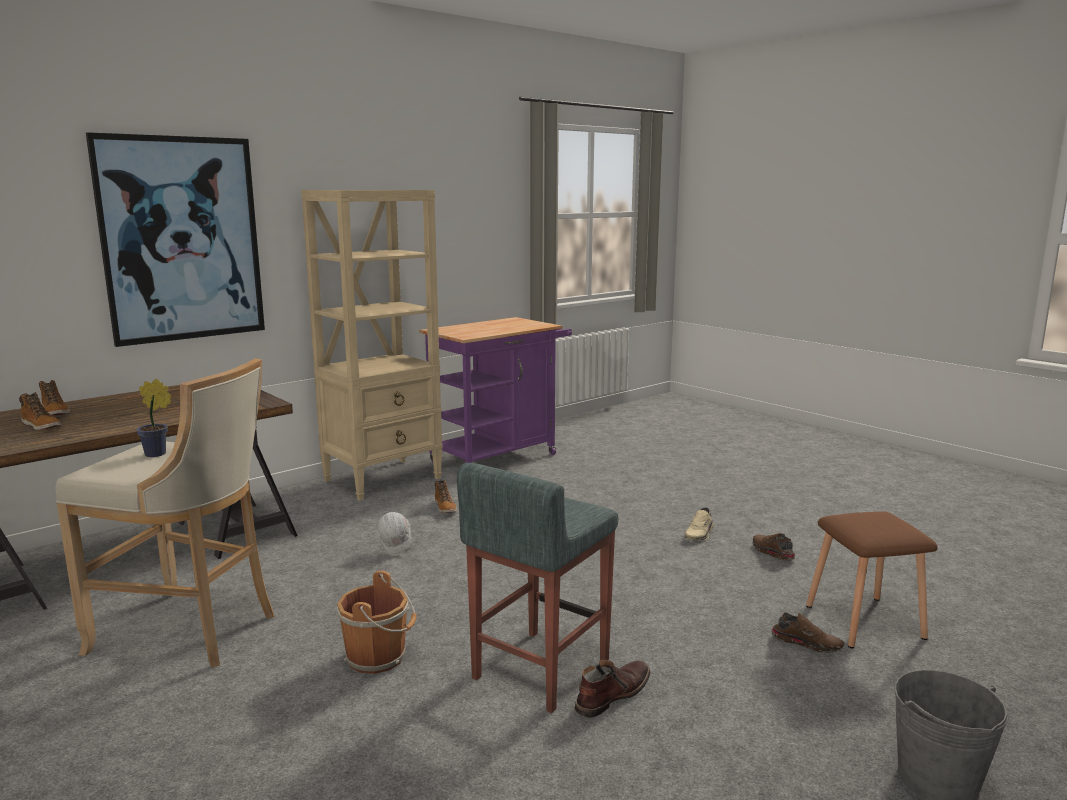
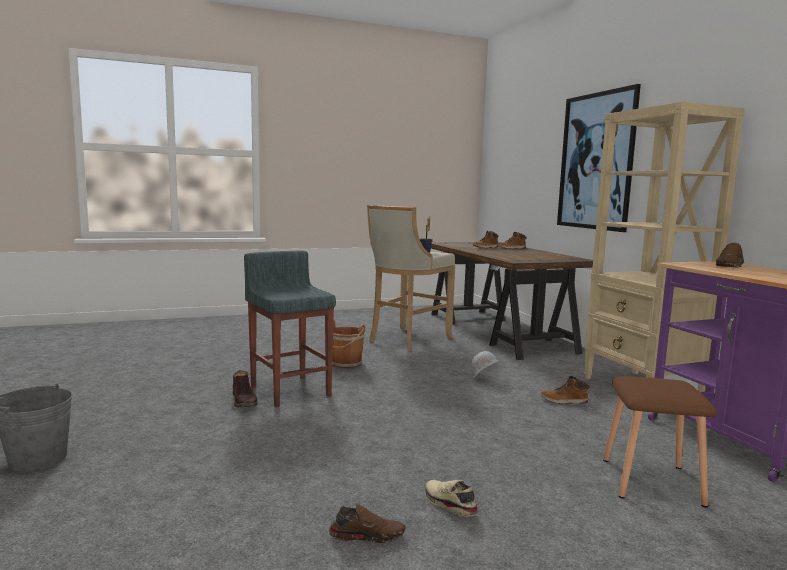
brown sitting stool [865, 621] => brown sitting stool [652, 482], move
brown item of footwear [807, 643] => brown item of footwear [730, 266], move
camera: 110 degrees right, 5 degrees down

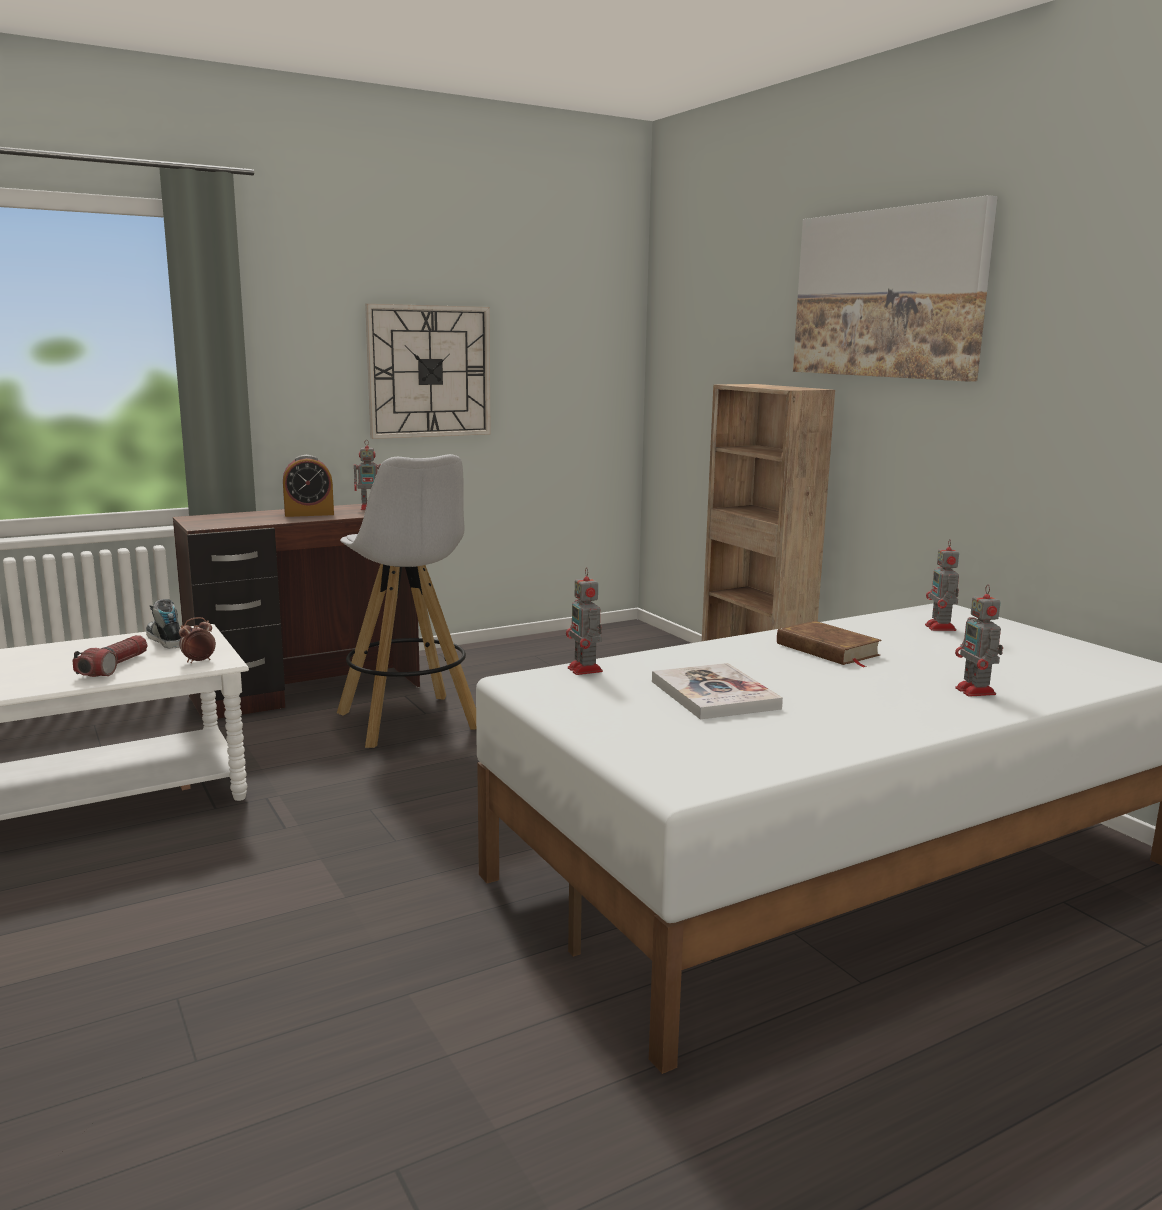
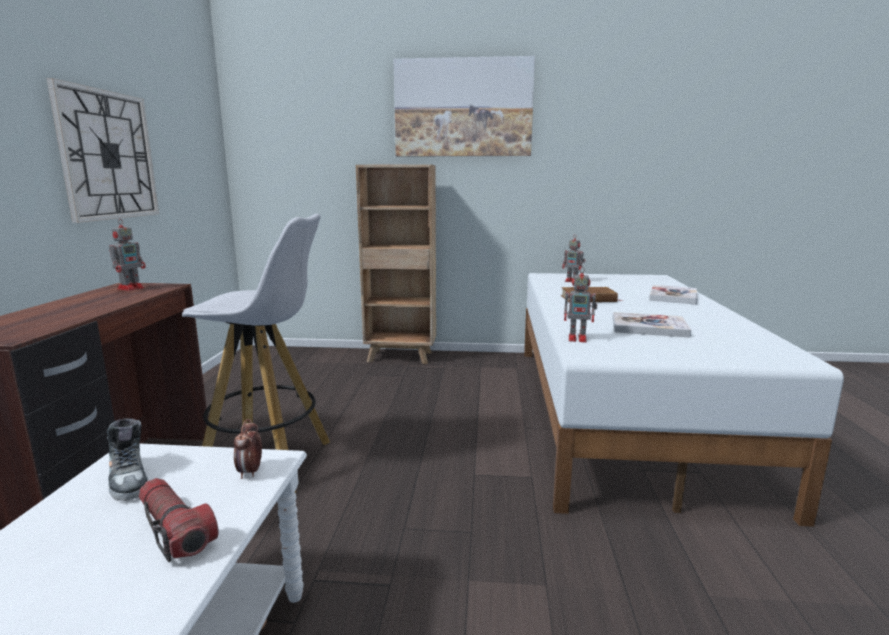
item of footwear [165, 640] => item of footwear [129, 478], 120 degrees counterclockwise
model robot [976, 692] => book [673, 296]
bedside clock [309, 514] => nothing
camera: 55 degrees left, 0 degrees up

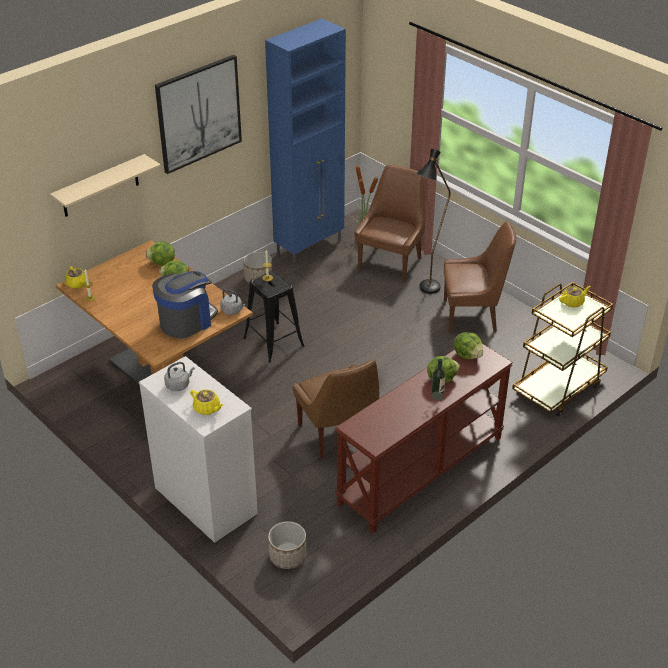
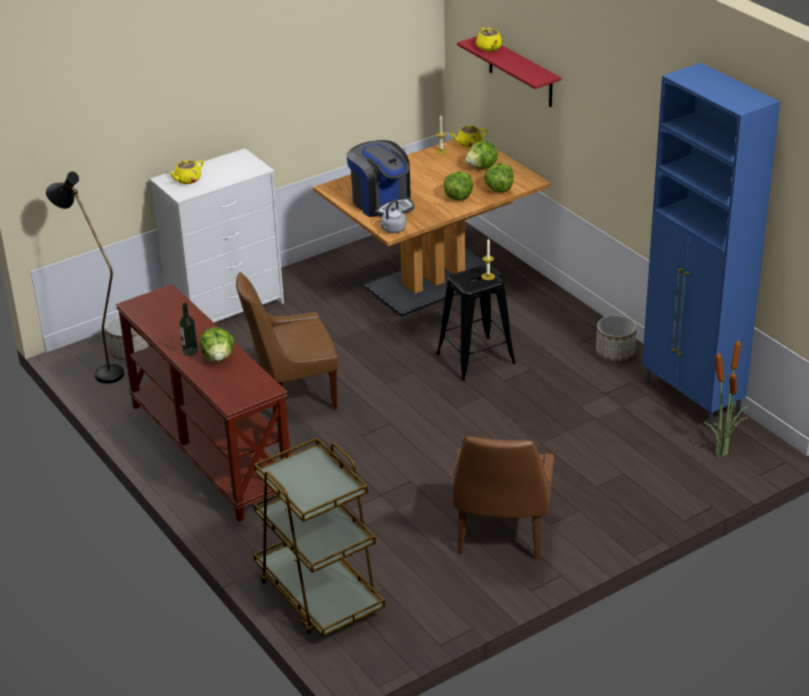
black standing lamp [426, 291] => black standing lamp [102, 371], move
sand-coloured bracket shelf [100, 186] => red-coloured bracket shelf [520, 72]
lettuce [468, 355] => lettuce [482, 167], move
yellowish pot for tea [573, 302] => yellowish pot for tea [489, 48], move
wall picture [198, 113] => nothing
greyish tea kettle [179, 385] => nothing
brown plain chair [391, 262] => nothing
camera: 100 degrees right, 5 degrees down

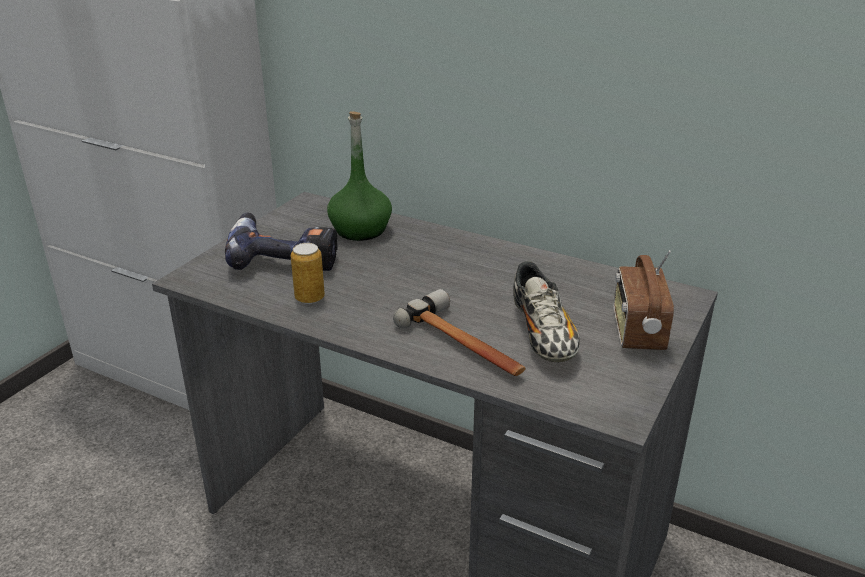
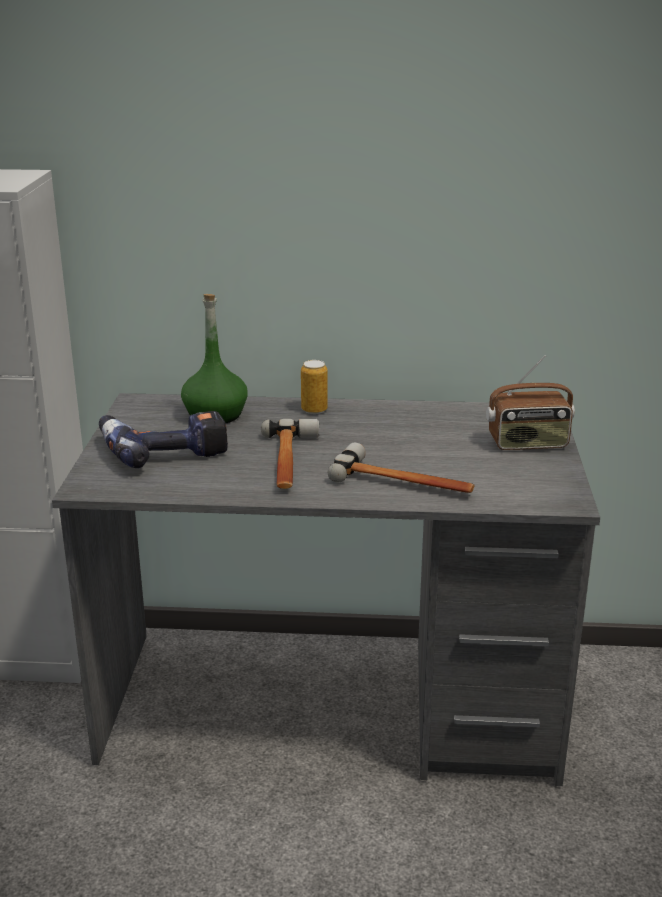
nothing => hammer [289, 462]
sealed can [309, 298] => sealed can [314, 410], move
radio set [636, 331] => radio set [528, 444], 75 degrees counterclockwise
item of footwear [543, 335] => nothing
camera: 25 degrees left, 5 degrees down

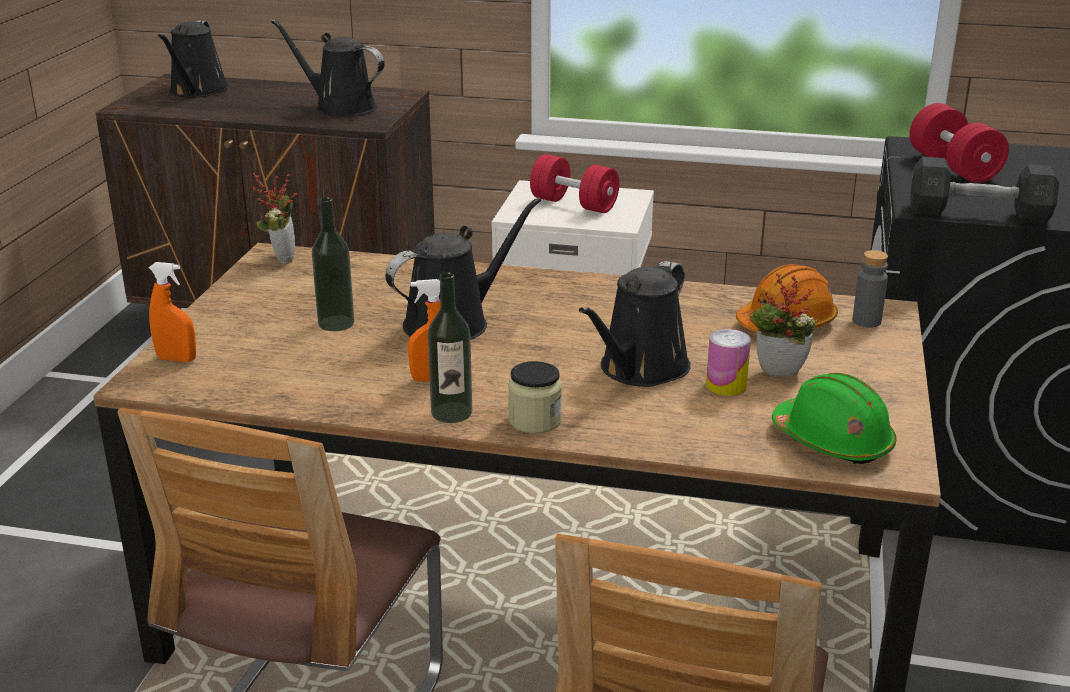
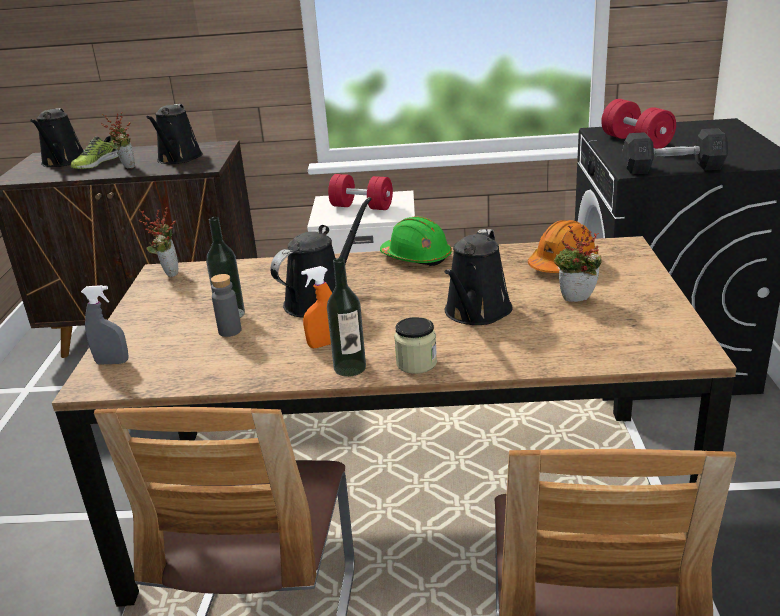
nothing => item of footwear [96, 163]
orangey spray bottle [176, 359] => greyish spray bottle [112, 362]
nothing => potted plant [126, 167]
black sprinkling can [340, 107] => black sprinkling can [178, 159], 105 degrees counterclockwise
greyish bottle [866, 321] => greyish bottle [230, 331], move
green work helmet [832, 441] => green work helmet [416, 257], move
sealed can [726, 385] => nothing
camera: 10 degrees left, 0 degrees up

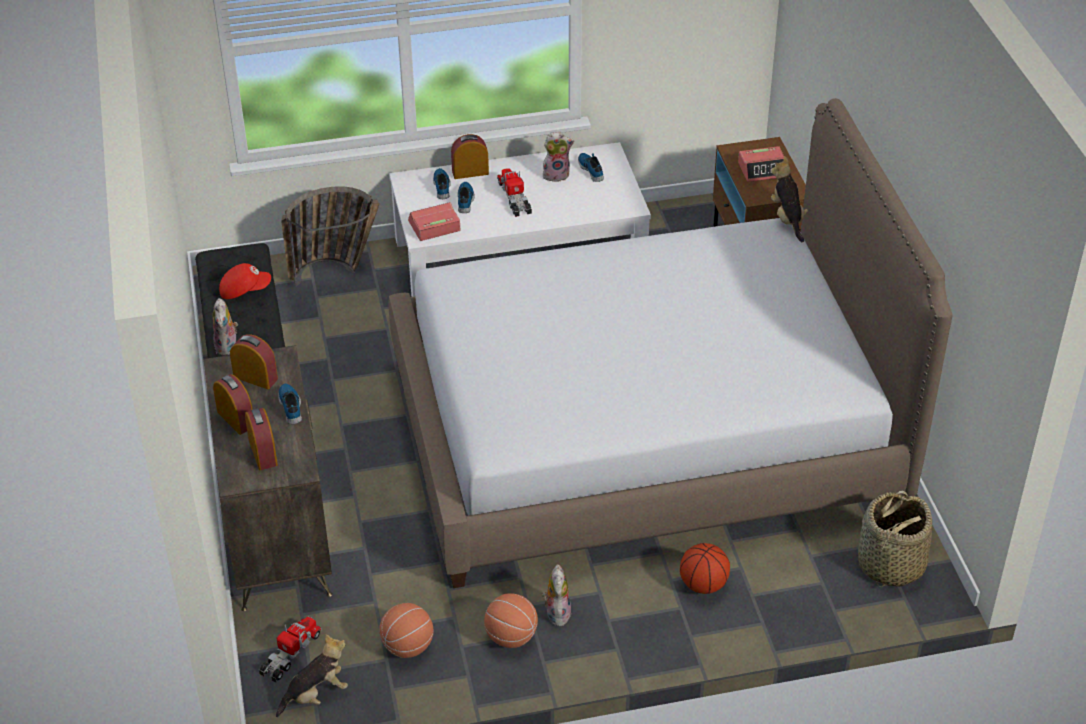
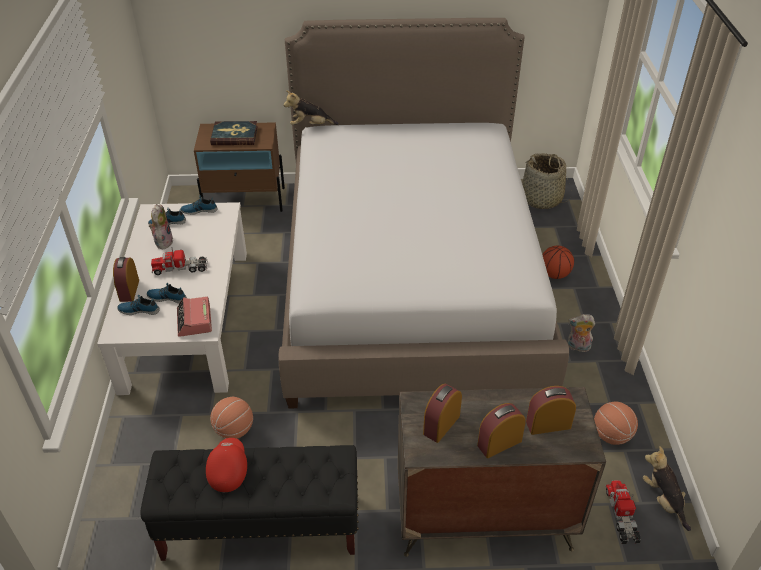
item of footwear [291, 406] => item of footwear [199, 210], move
bedside clock [763, 169] => book [234, 135]
ball for basketball [511, 637] => ball for basketball [234, 430], move
toy truck [291, 654] => toy truck [621, 515], 45 degrees clockwise
soft toy [228, 347] => nothing
household basket [335, 270] => nothing
camera: 80 degrees left, 0 degrees up

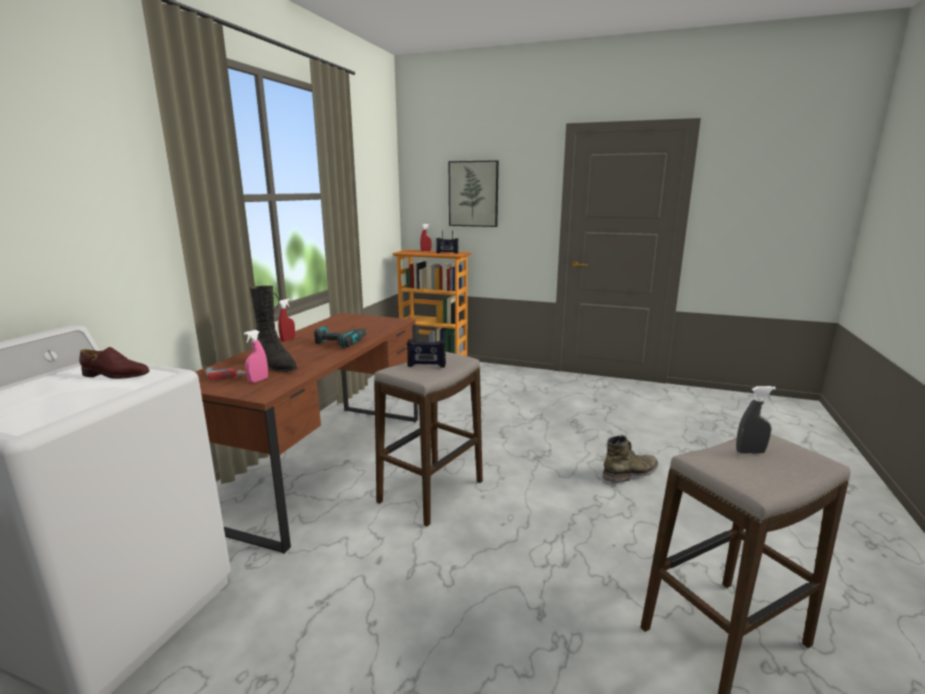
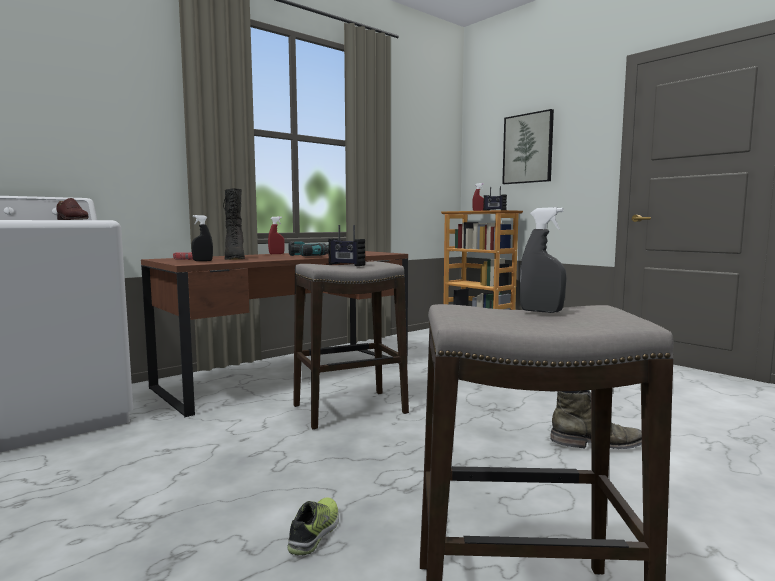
pink-coloured spray bottle [258, 380] => black spray bottle [202, 261]
nothing => item of footwear [316, 532]
camera: 30 degrees right, 10 degrees down

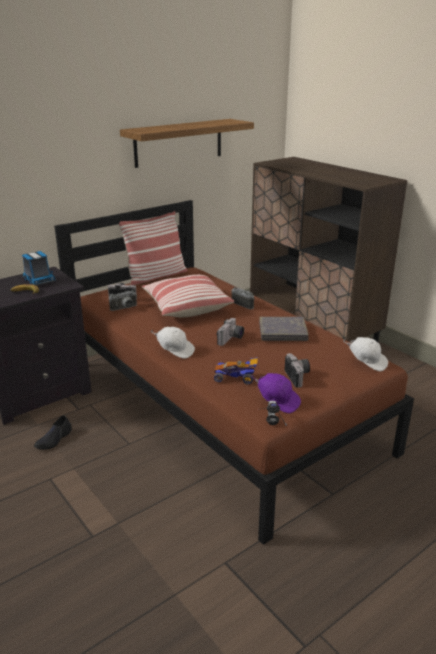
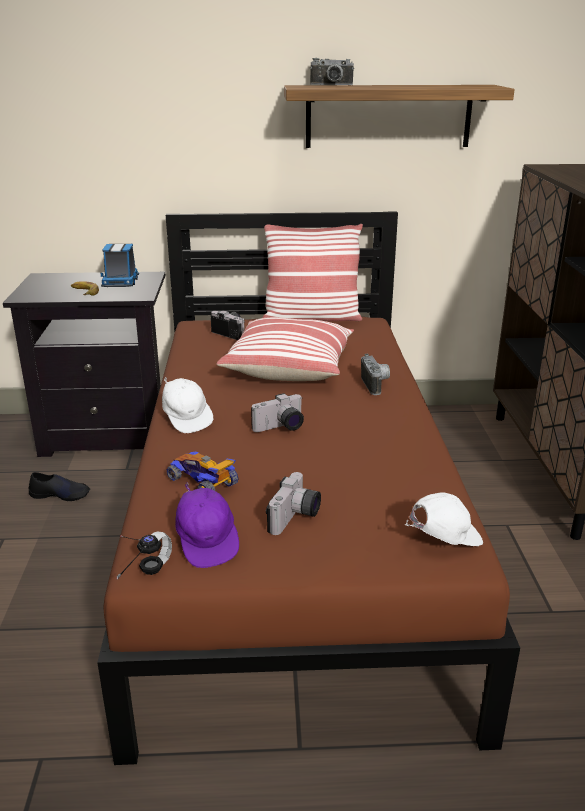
black item of footwear [54, 439] => black item of footwear [60, 494], 150 degrees counterclockwise
still camera [124, 308] => still camera [331, 85], move
white-coloured peaked cap [366, 362] => white-coloured peaked cap [442, 540], 90 degrees counterclockwise
greyish book [282, 332] => nothing
camera: 35 degrees right, 0 degrees up

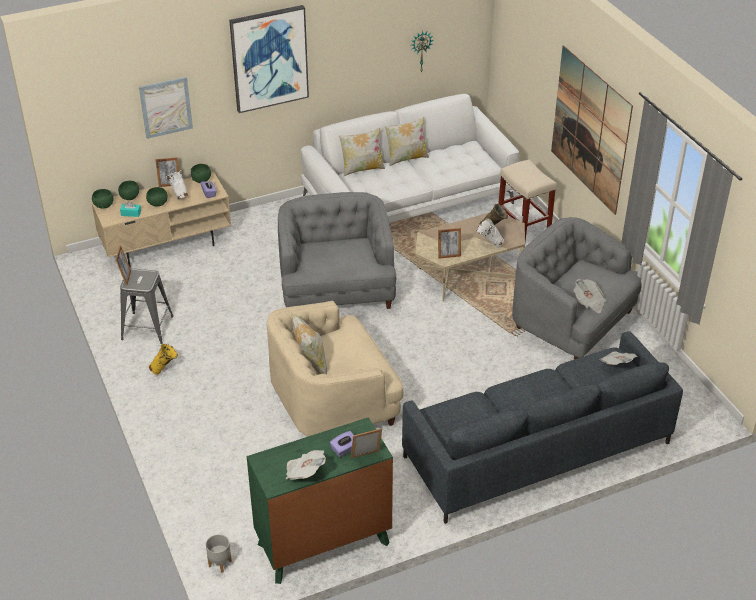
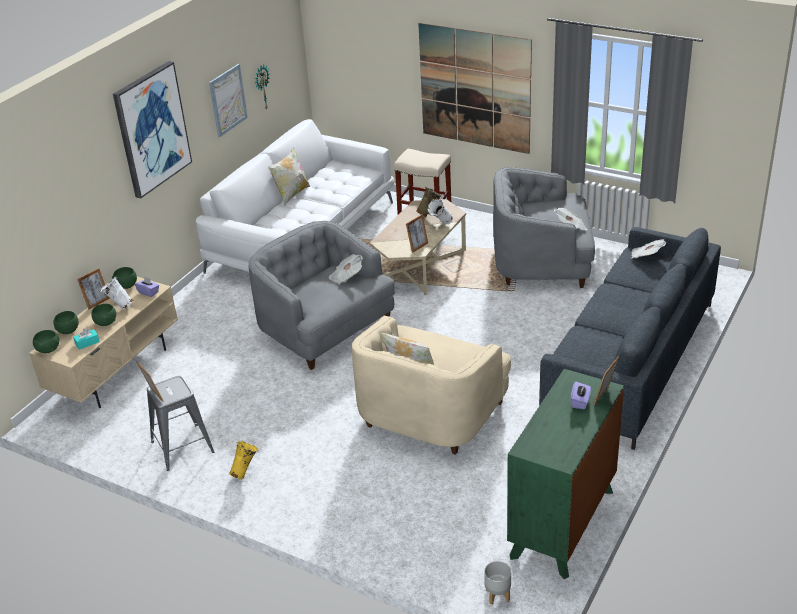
wall picture [166, 107] => wall picture [228, 100], move
newspaper [304, 472] => newspaper [346, 277], move
cushion [362, 169] => nothing
camera: 35 degrees left, 5 degrees down

